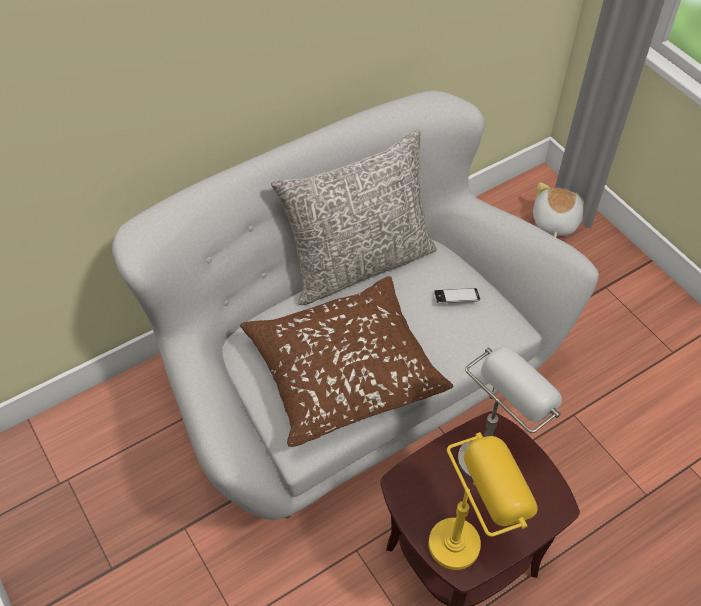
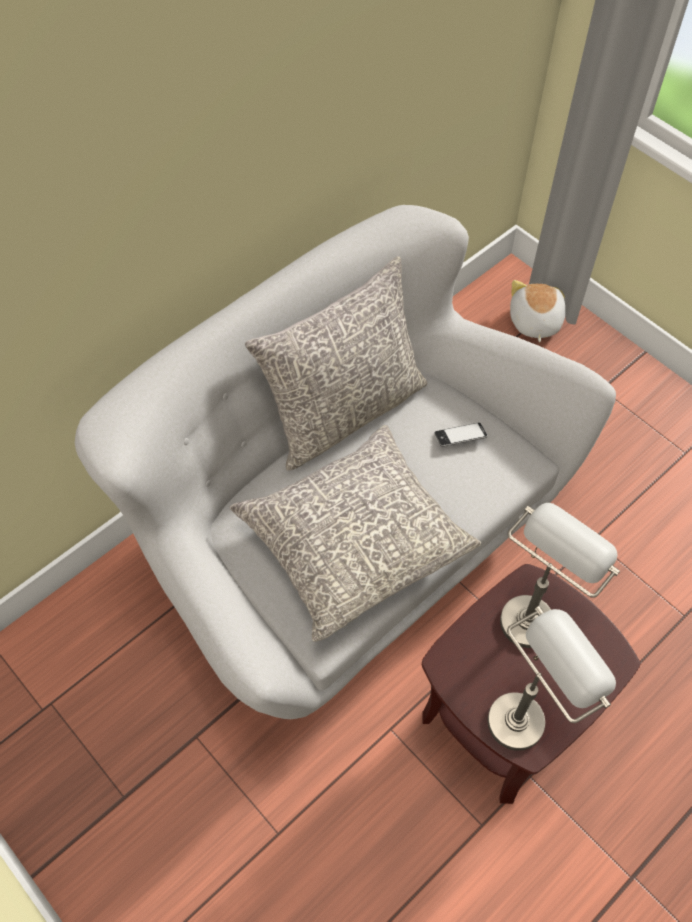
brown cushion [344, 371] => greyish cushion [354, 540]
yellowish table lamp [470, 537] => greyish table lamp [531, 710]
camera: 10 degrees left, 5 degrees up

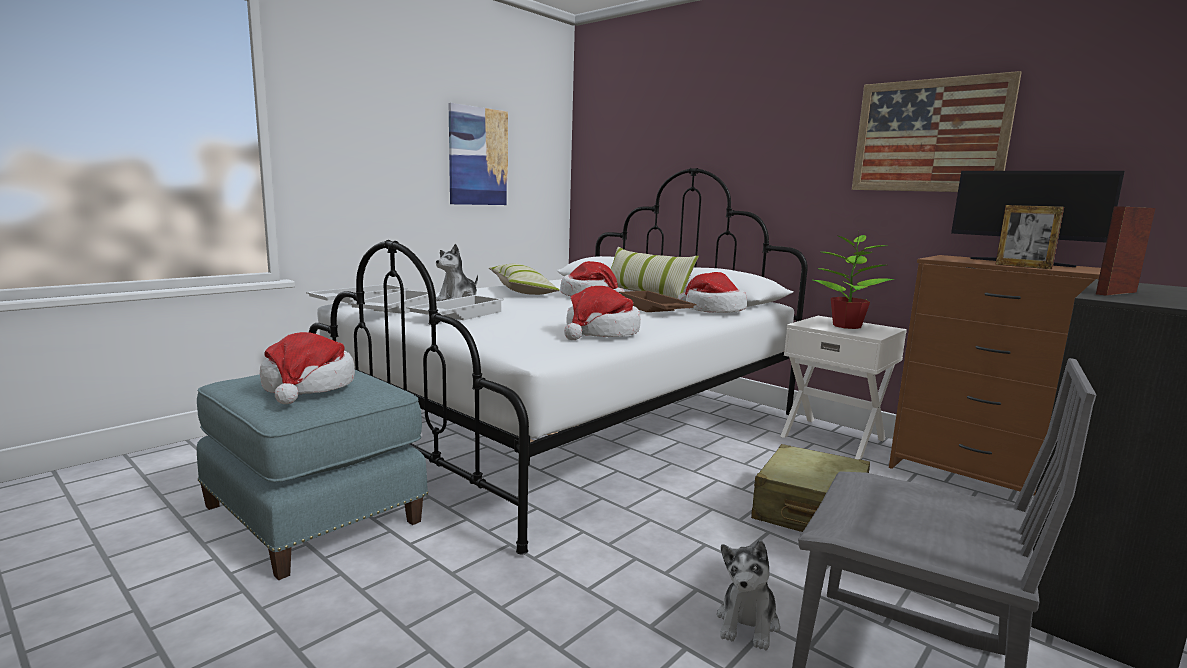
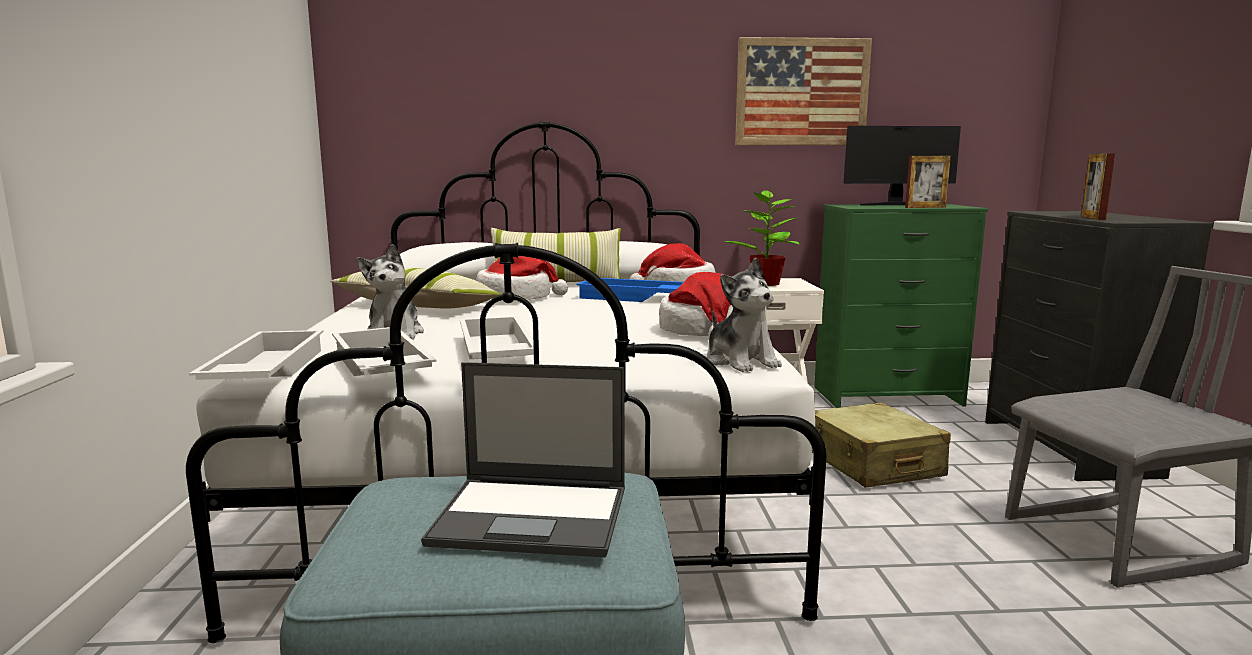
clothing hat [308, 387] => portable computer [534, 516]
brown serving tray [653, 309] => blue serving tray [633, 298]
soft toy [748, 623] => soft toy [741, 361], move
brown dresser [976, 478] => green dresser [887, 396]
wall picture [478, 156] => nothing
camera: 45 degrees left, 0 degrees up

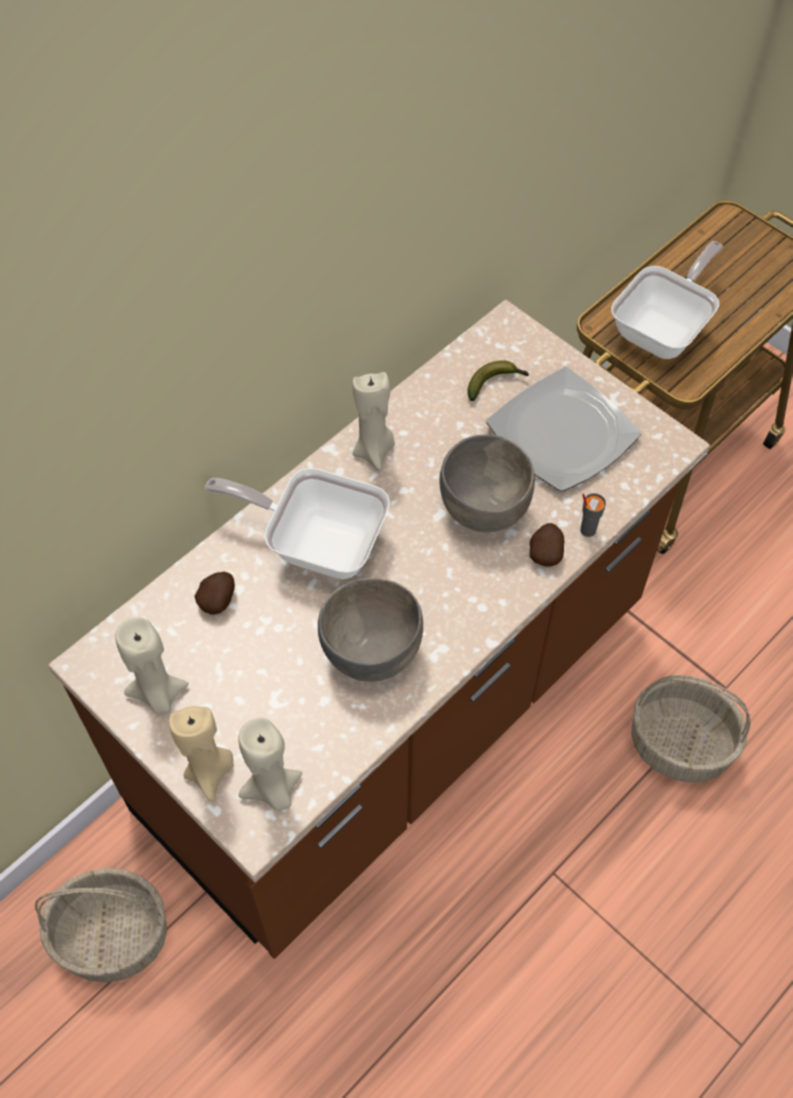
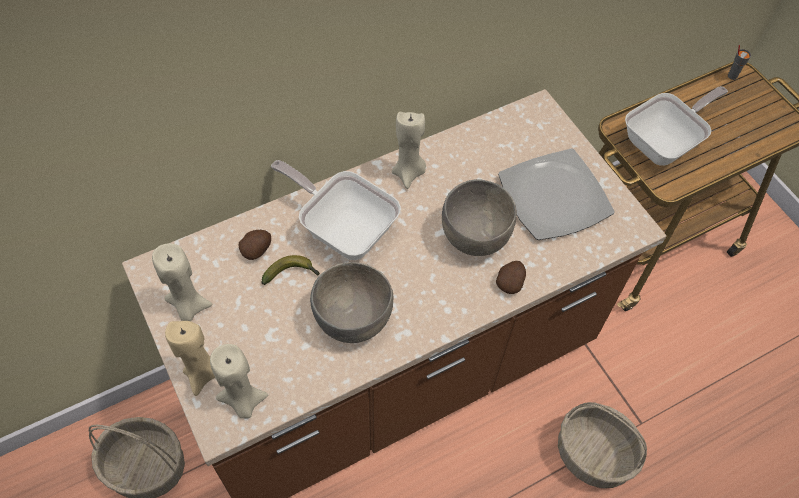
banana [496, 383] => banana [292, 274], move
greyish cup [587, 530] => greyish cup [732, 76], move
camera: 15 degrees right, 0 degrees up

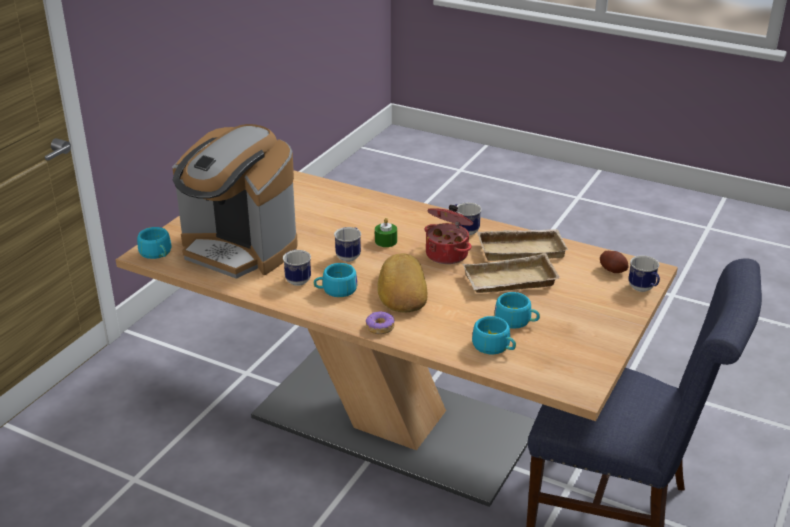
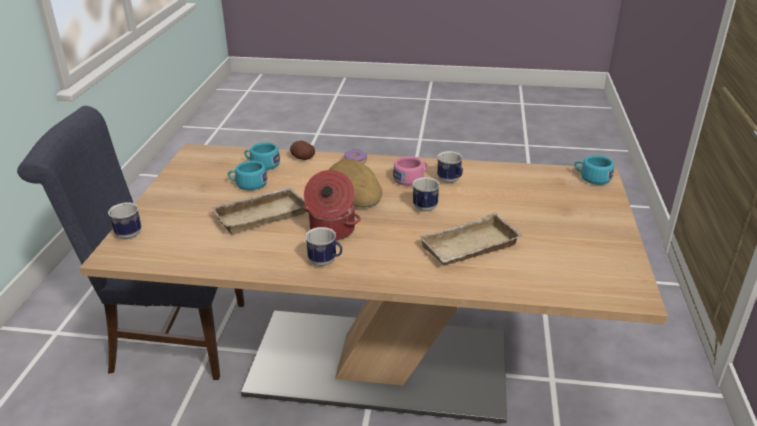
potato [613, 270] => potato [302, 158], move
blue-green cup [335, 290] => pink-coloured cup [411, 179]
sand-coloured serving tray [521, 249] => sand-coloured serving tray [470, 248], move
coffee machine [239, 250] => nothing
green wax candle [386, 241] => nothing
camera: 160 degrees right, 0 degrees up

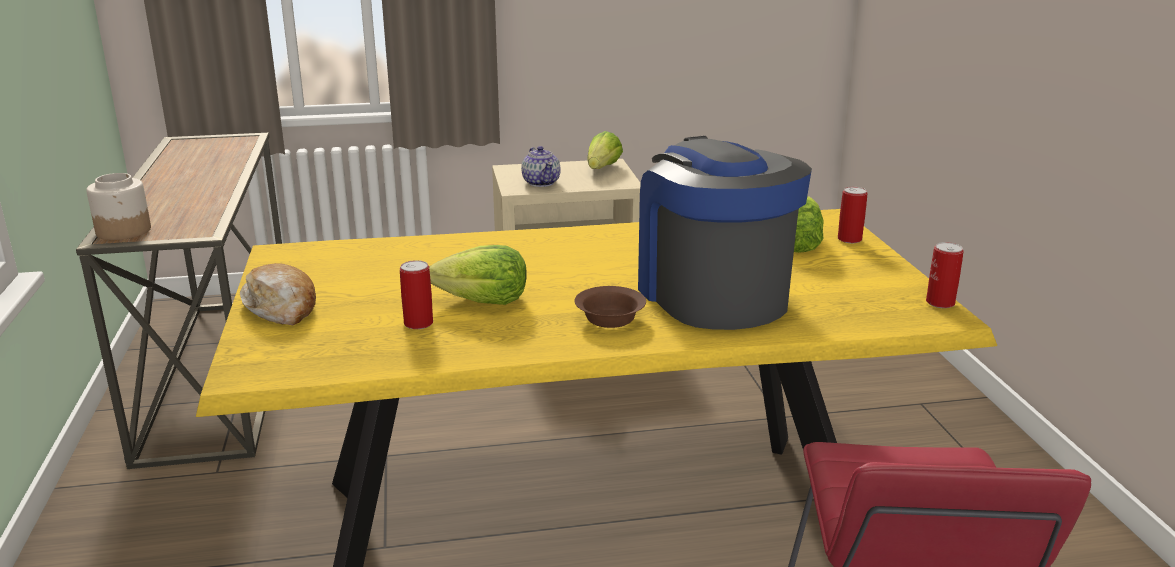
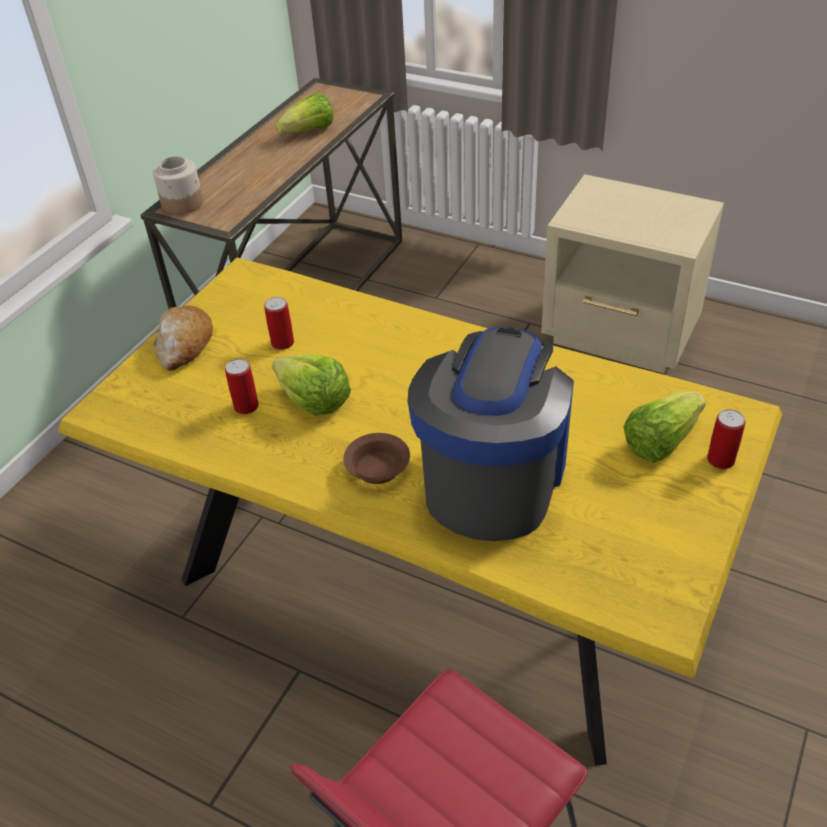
sealed can [940, 303] => sealed can [282, 343], move
lettuce [602, 168] => lettuce [309, 132], move
pot for tea [541, 182] => nothing
camera: 40 degrees right, 20 degrees up

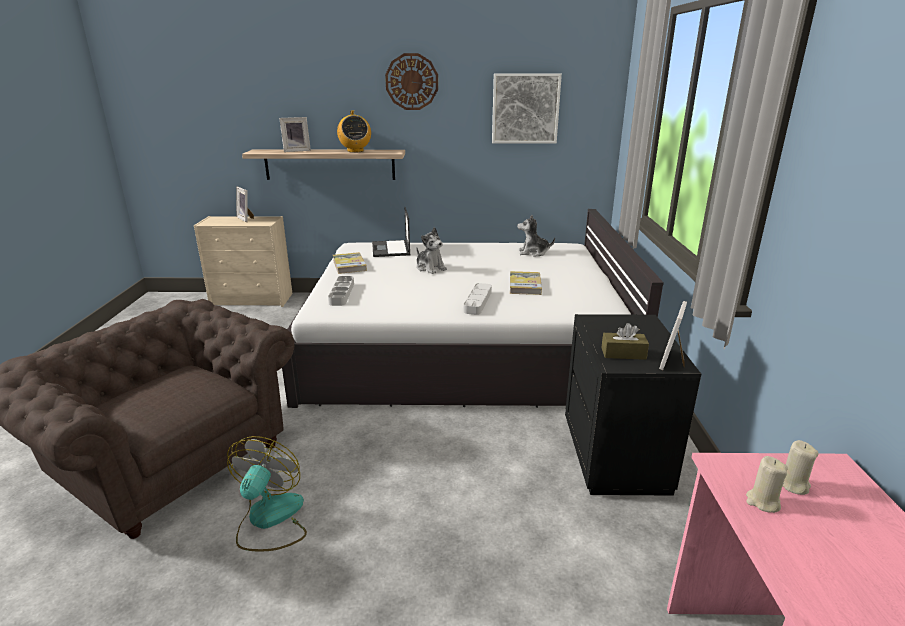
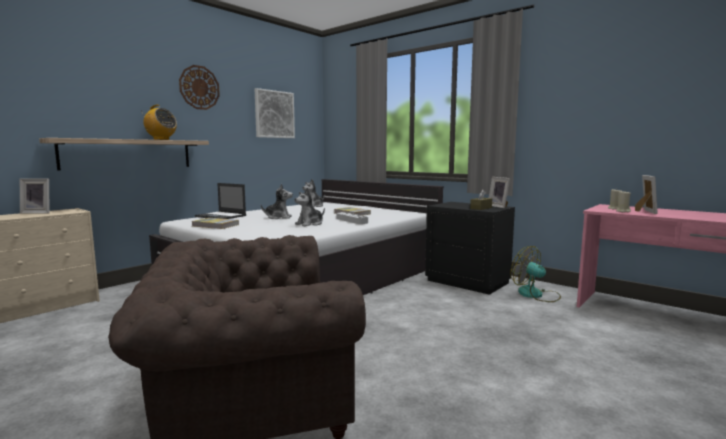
nothing => soft toy [310, 224]
cooling fan [269, 520] => cooling fan [536, 295], move
standing frame [296, 150] => standing frame [644, 211], move
greyish serving tray [342, 293] => nothing
camera: 50 degrees left, 15 degrees down

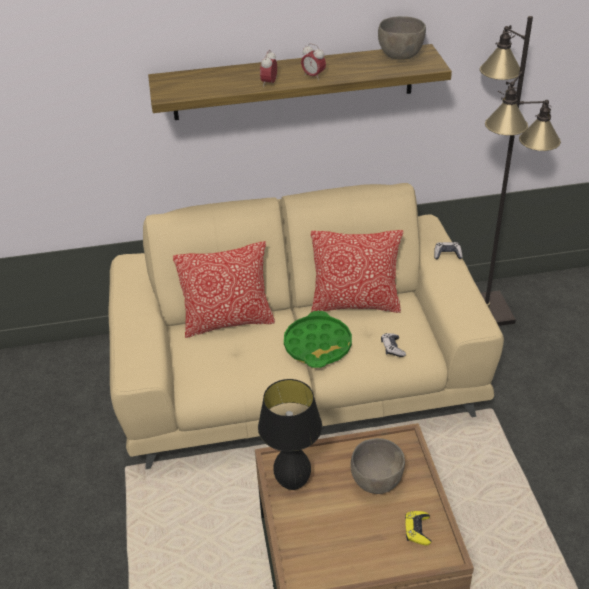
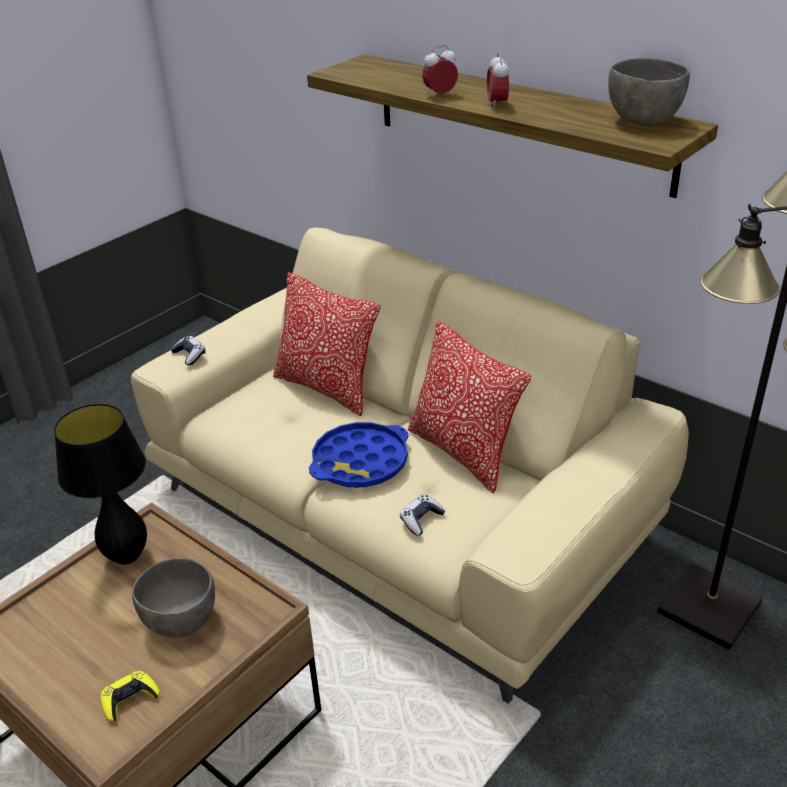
gamepad [447, 254] => gamepad [190, 355], move
green serving tray [318, 345] => blue serving tray [360, 462]
camera: 50 degrees right, 5 degrees down

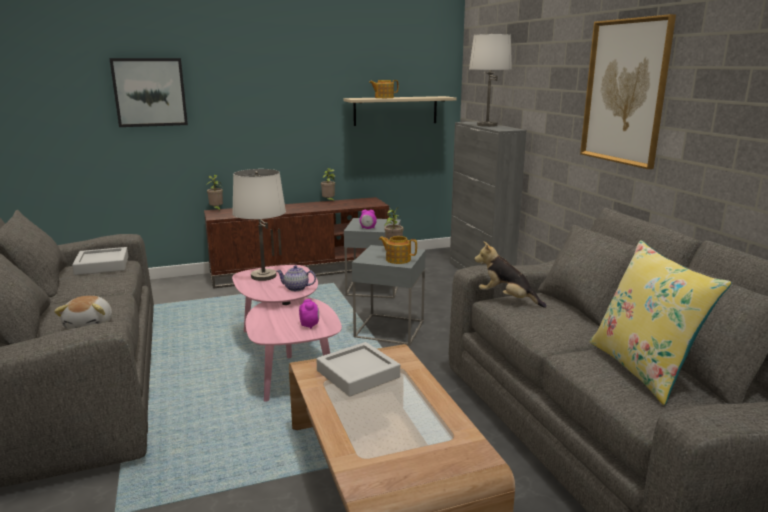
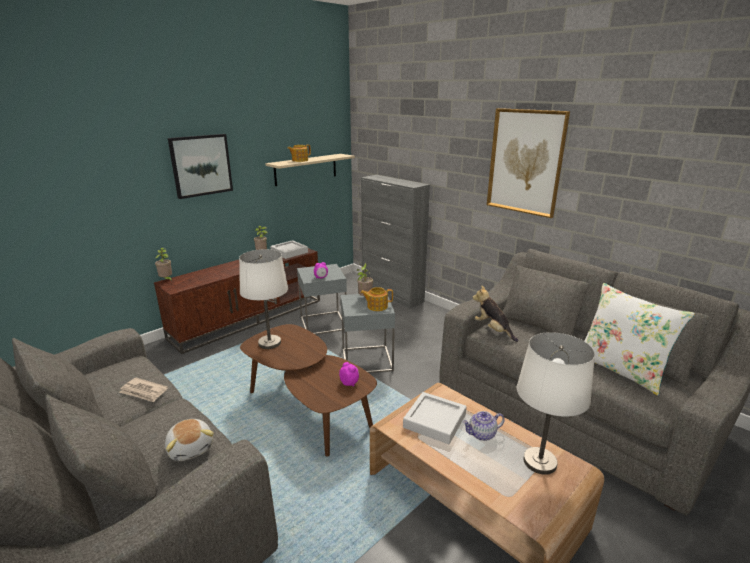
nothing => newspaper [144, 391]
wall picture [150, 92] => wall picture [201, 165], move
pink-coloured coffee table [286, 357] => brown coffee table [308, 408]
greyish serving tray [102, 265] => greyish serving tray [289, 252], move
pot for tea [296, 288] => pot for tea [482, 434], move
soft toy [507, 299] => soft toy [493, 330], 45 degrees clockwise
white-coloured table lamp [486, 125] => white-coloured table lamp [539, 462], move
yellowish cushion [643, 369] => white-coloured cushion [620, 369]
camera: 25 degrees left, 5 degrees up

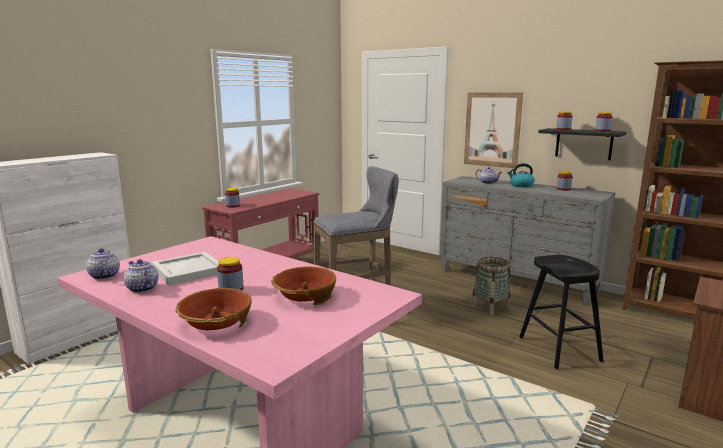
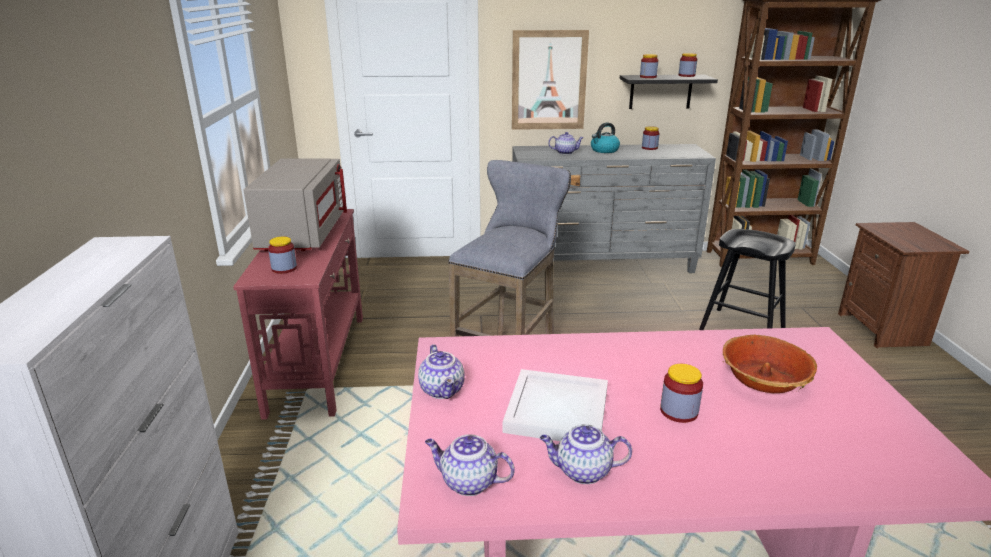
nothing => greyish kitchen microwave [302, 233]
nothing => pot for tea [443, 390]
serving bowl [216, 323] => nothing
household basket [490, 307] => nothing
camera: 40 degrees left, 10 degrees up

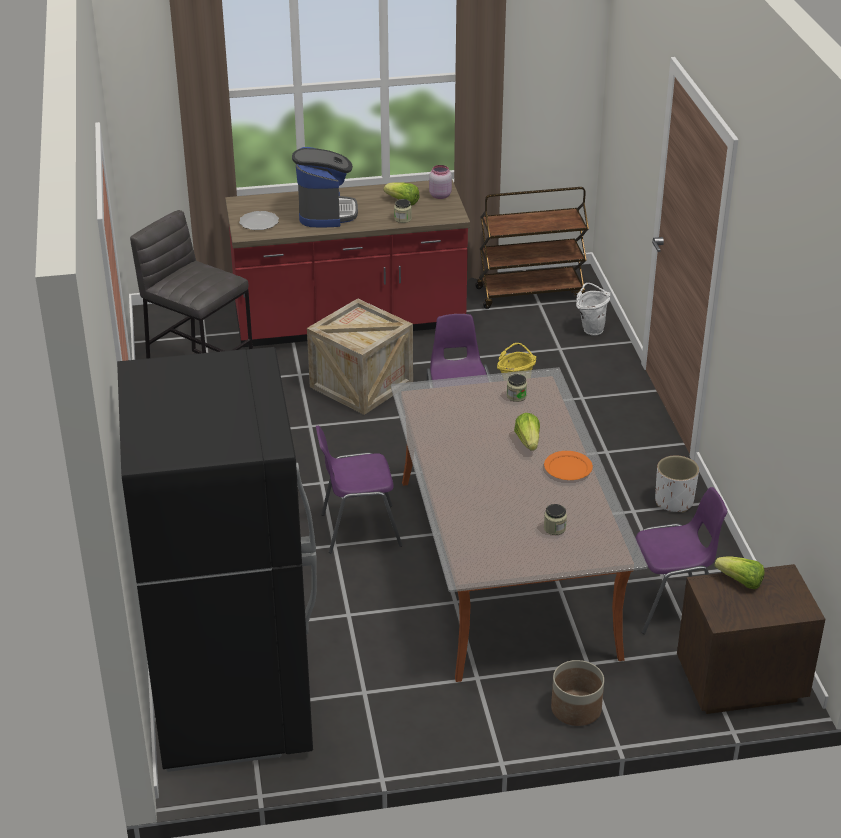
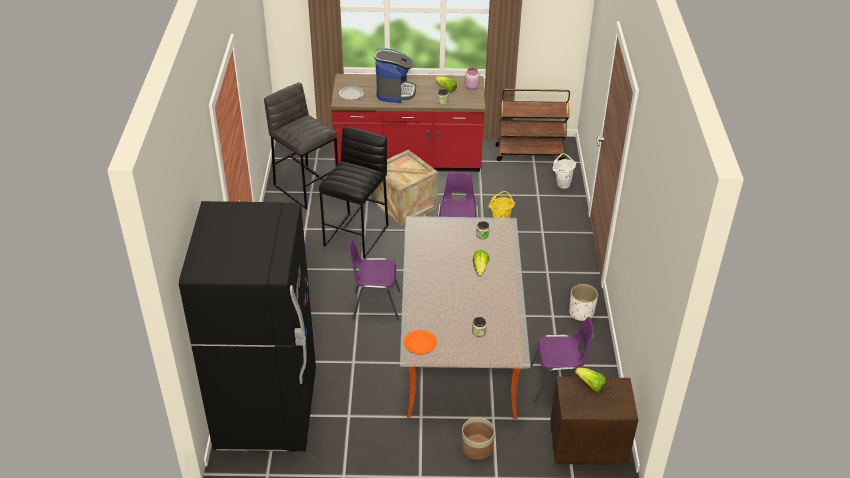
nothing => black sitting stool [357, 235]
orangey plate [567, 467] => orangey plate [420, 343], move
camera: 10 degrees right, 5 degrees up

